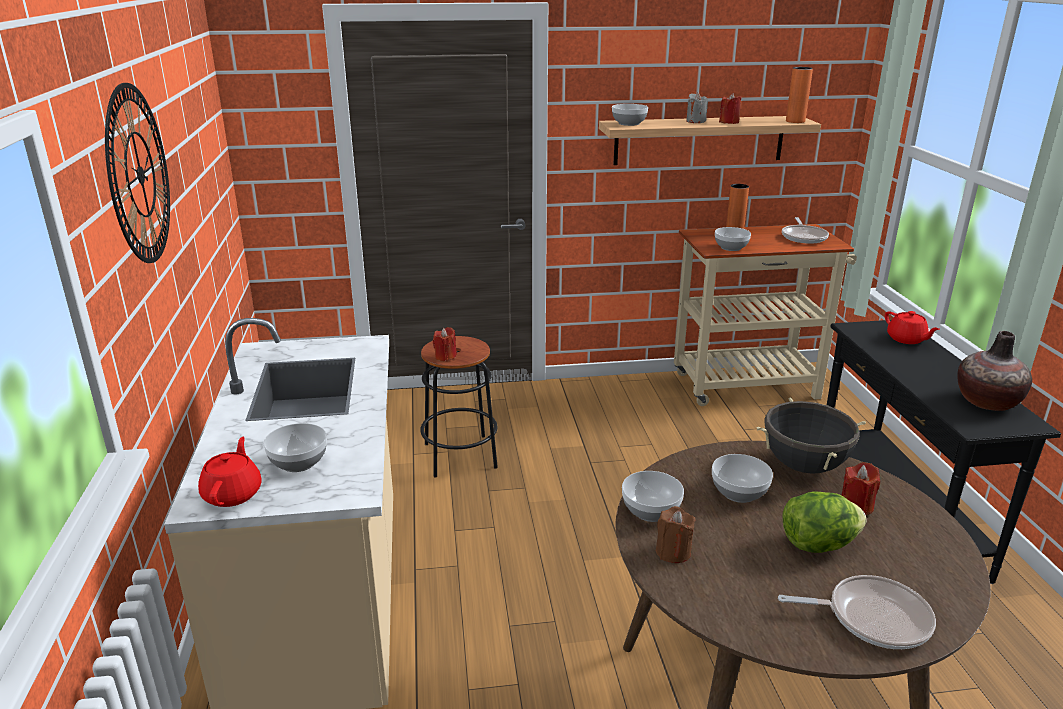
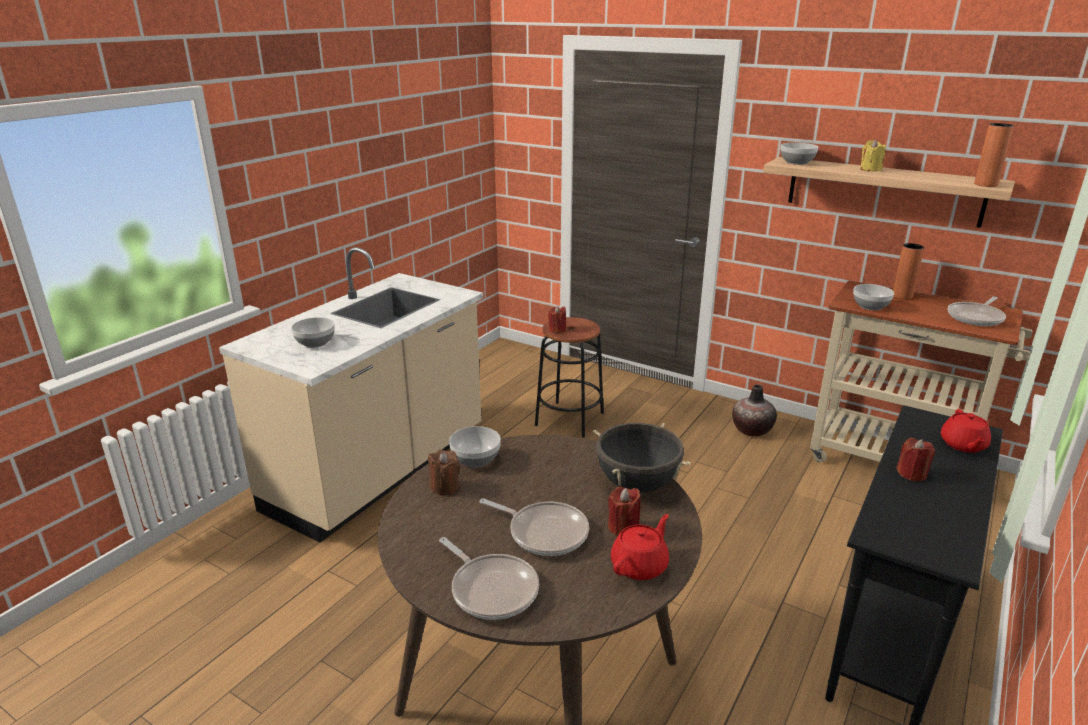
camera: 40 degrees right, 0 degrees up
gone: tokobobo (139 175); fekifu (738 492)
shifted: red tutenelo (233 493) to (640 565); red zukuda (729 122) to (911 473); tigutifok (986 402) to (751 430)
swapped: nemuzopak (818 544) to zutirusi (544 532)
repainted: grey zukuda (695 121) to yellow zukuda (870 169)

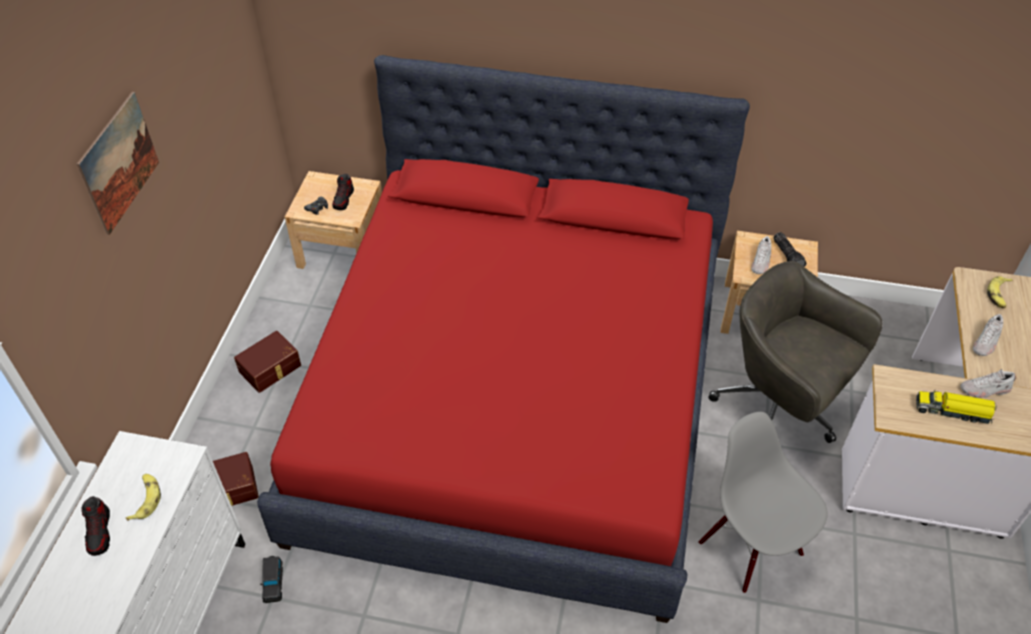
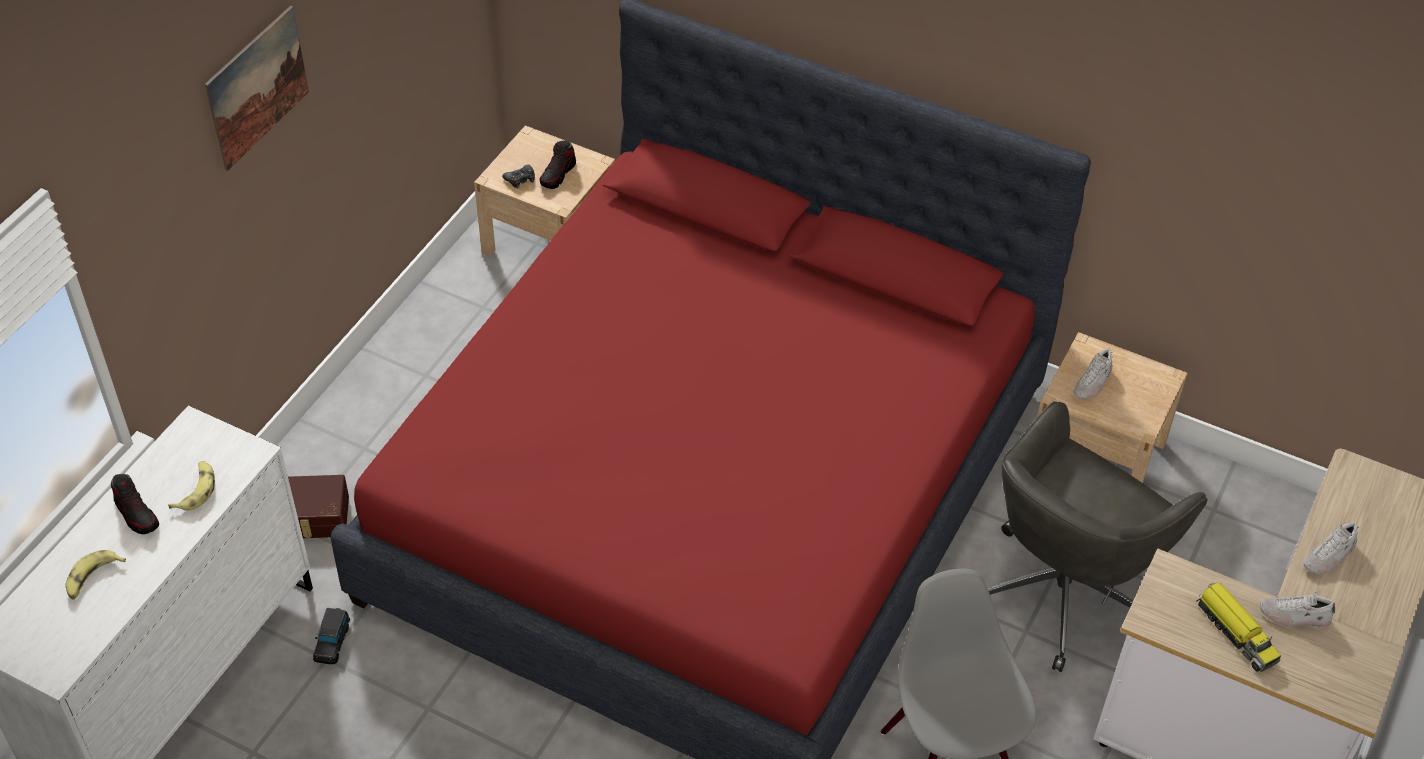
camera: 15 degrees right, 0 degrees up
gone: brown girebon (271 369); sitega (788 256)
shifted: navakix (999 295) to (92 578)
rotated: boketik (100 532) = (136 514) 45 degrees counterclockwise; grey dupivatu (779 408) = (1064 590) 105 degrees counterclockwise; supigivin (953 411) = (1235 632) 150 degrees counterclockwise

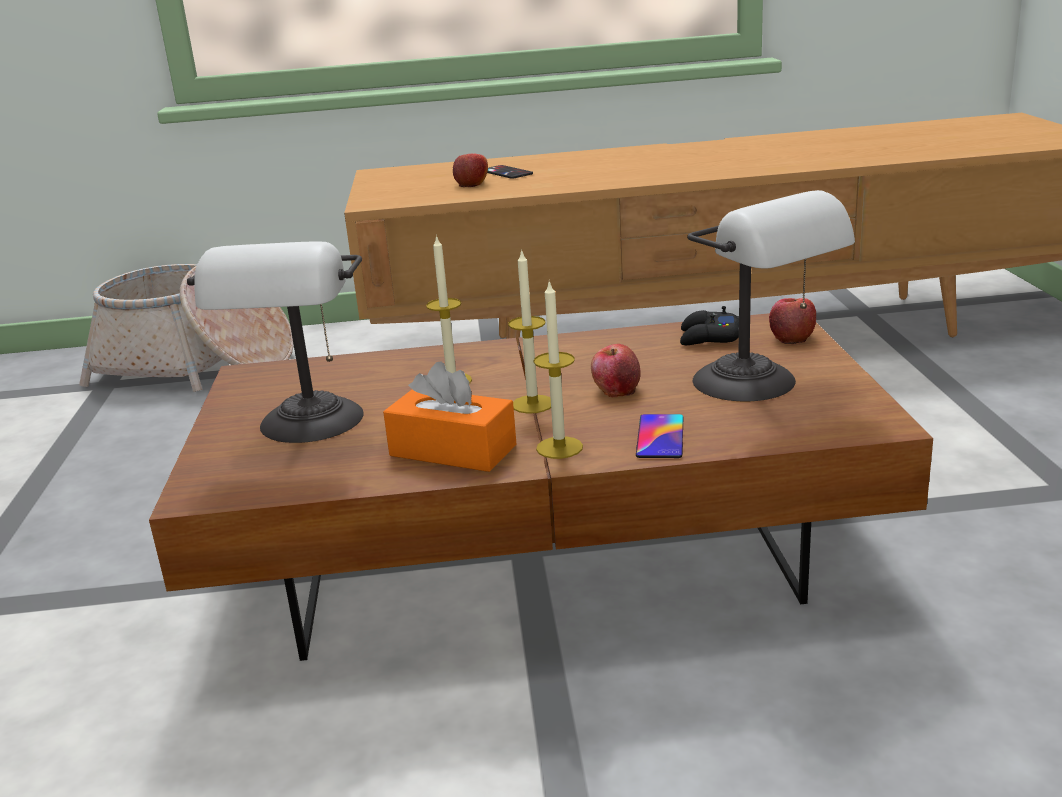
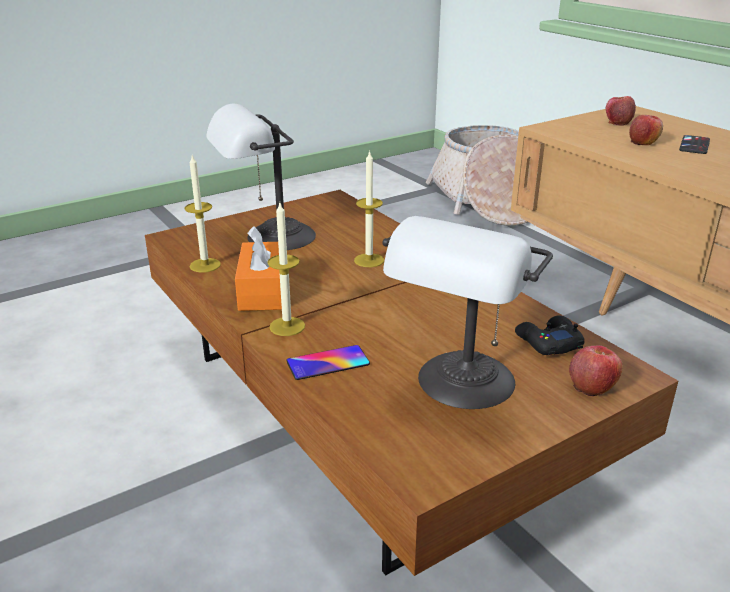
camera: 60 degrees right, 5 degrees up
shifted: zukuda (532 404) to (205 265); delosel (616 390) to (617 122)

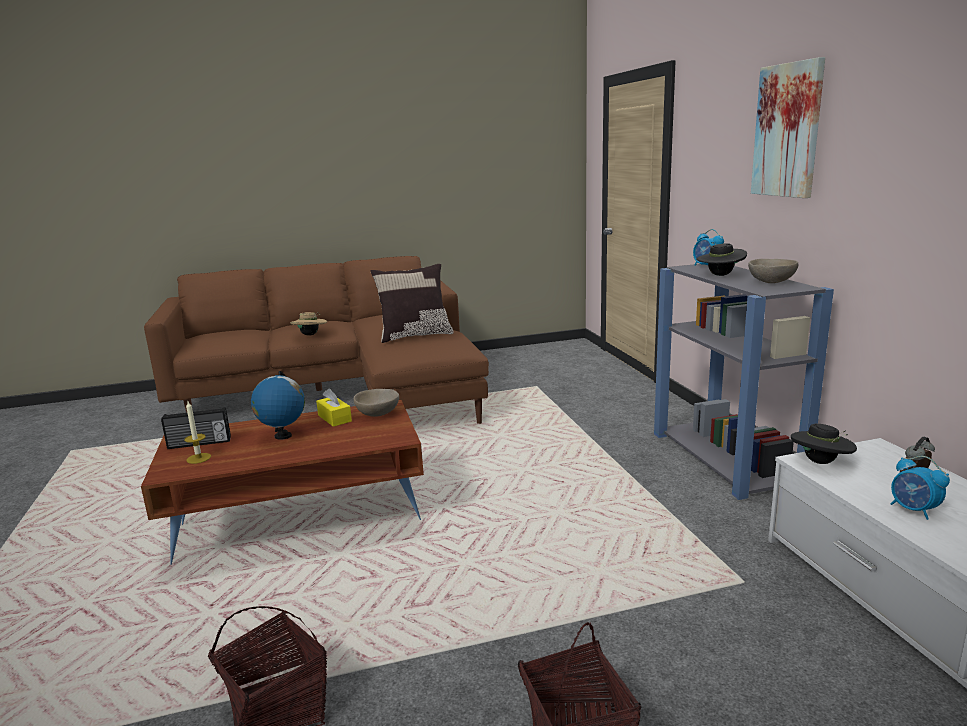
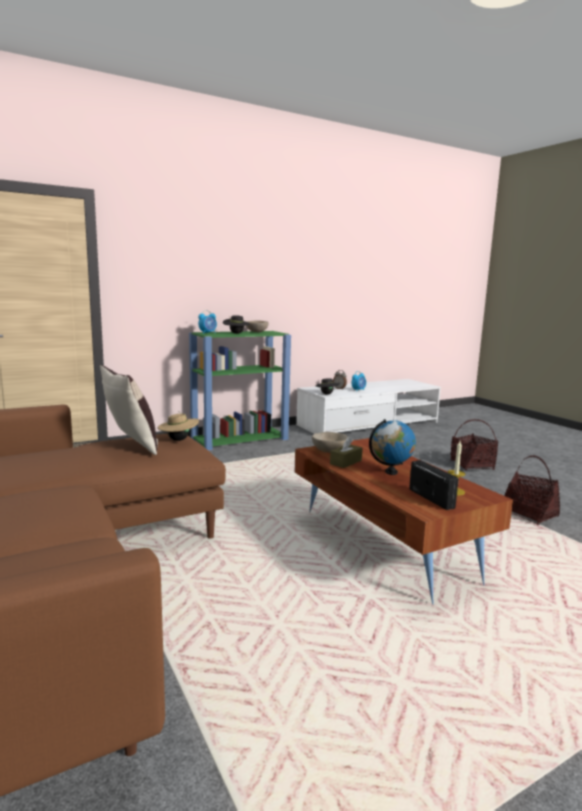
camera: 105 degrees left, 5 degrees down
gone: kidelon (788 130)
shifted: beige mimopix (310 335) to (178 440)
repainted: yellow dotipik (334 418) to brown dotipik (346 462); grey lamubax (725 458) to green lamubax (240 439)

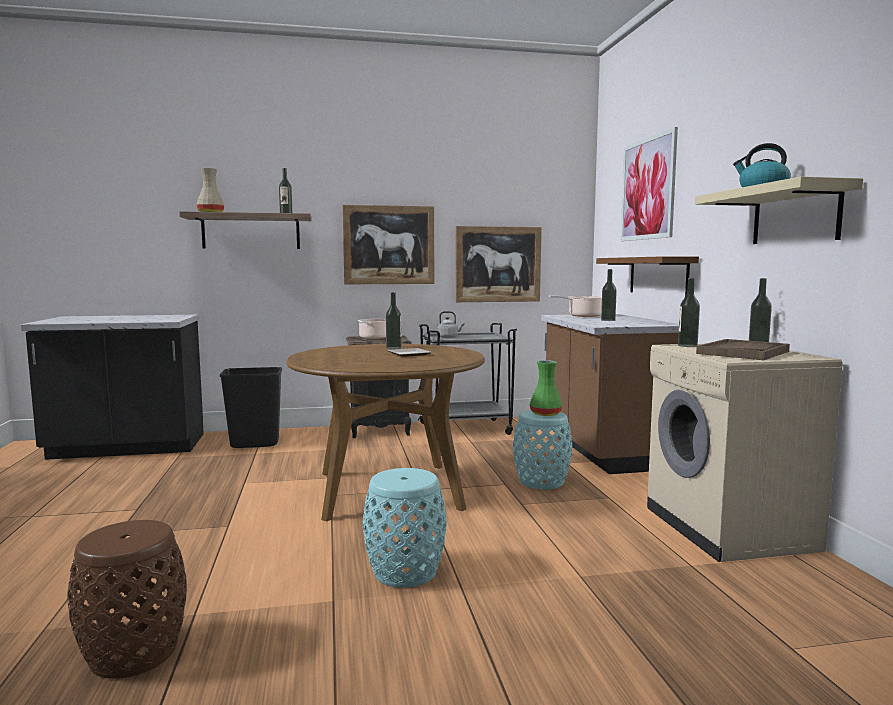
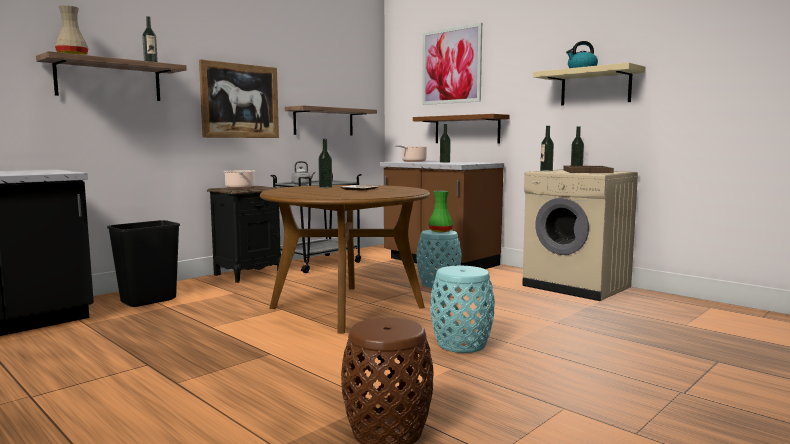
camera: 35 degrees left, 0 degrees up
swapped: kidelon (498 264) to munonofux (324 122)

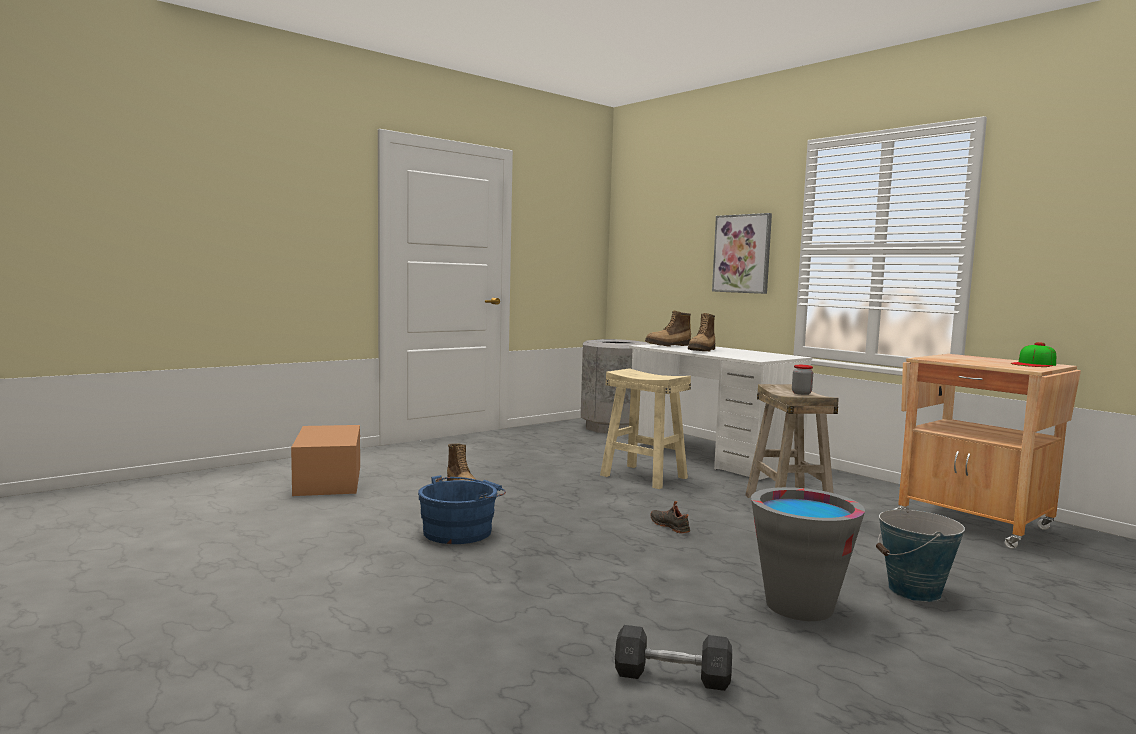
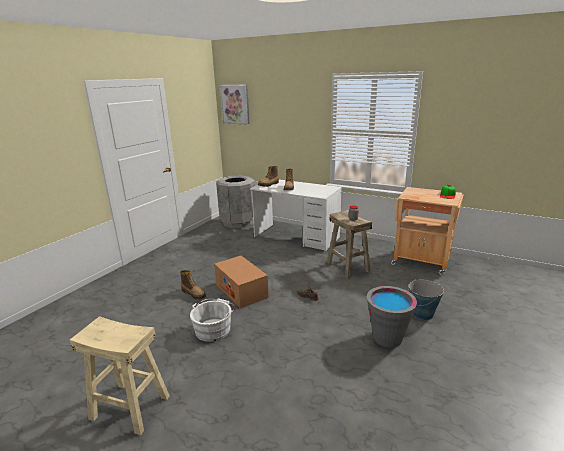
camera: 20 degrees left, 15 degrees up
gone: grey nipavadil (672 677)
shifted: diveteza (328 480) to (241 291); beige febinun (643 476) to (129 407); kidelon (742 253) to (235 104)
repainted: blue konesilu (461 531) to white konesilu (214 329)

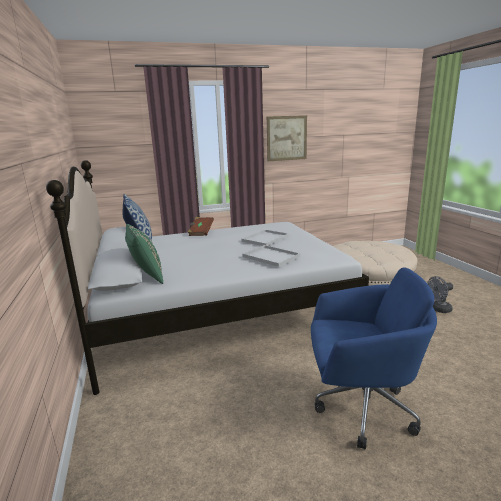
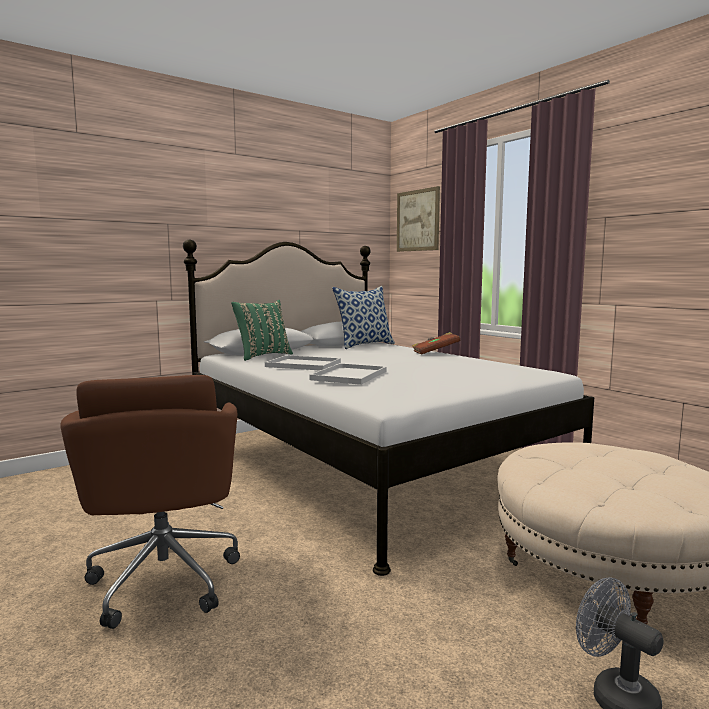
camera: 70 degrees right, 10 degrees down
shifted: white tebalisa (265 238) to (305 364); kidelon (286 138) to (418 220)
repainted: blue dupivatu (360 411) to brown dupivatu (164 578)

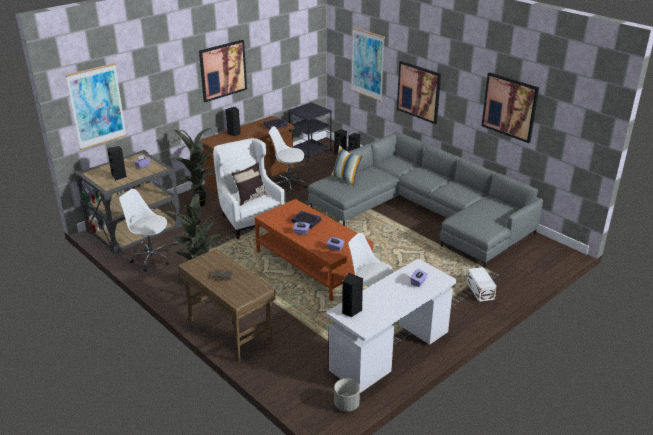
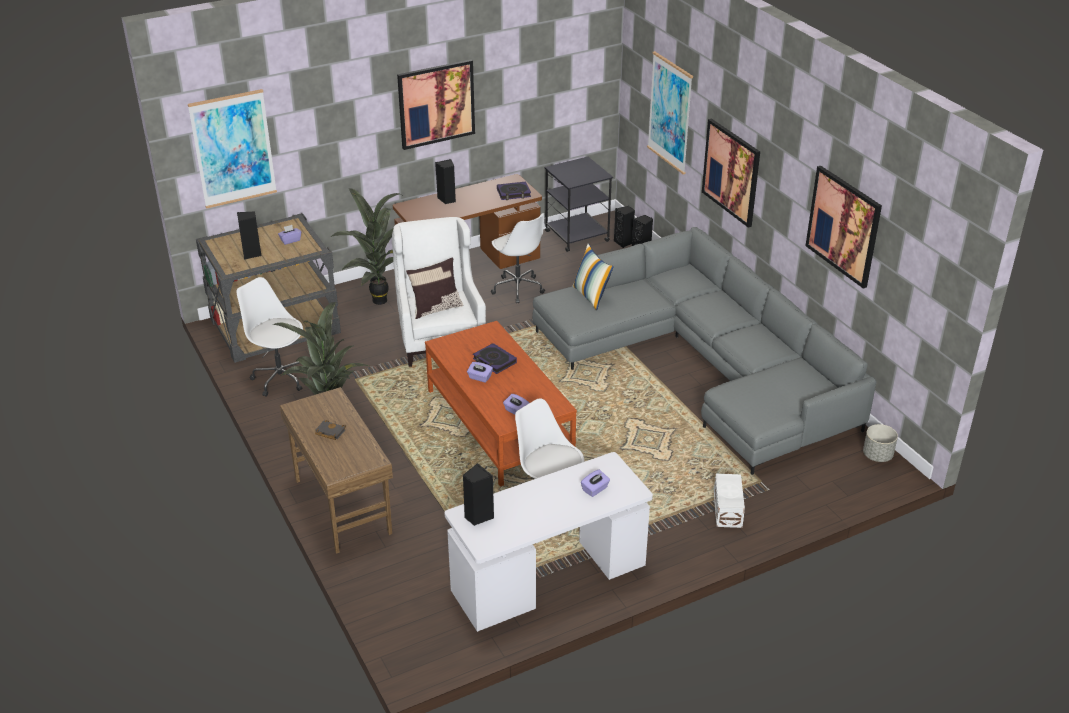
camera: 15 degrees right, 5 degrees up
shifted: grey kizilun (347 405) to (877 455)
rotated: white dupivatu (288 186) = (519 289) 150 degrees counterclockwise

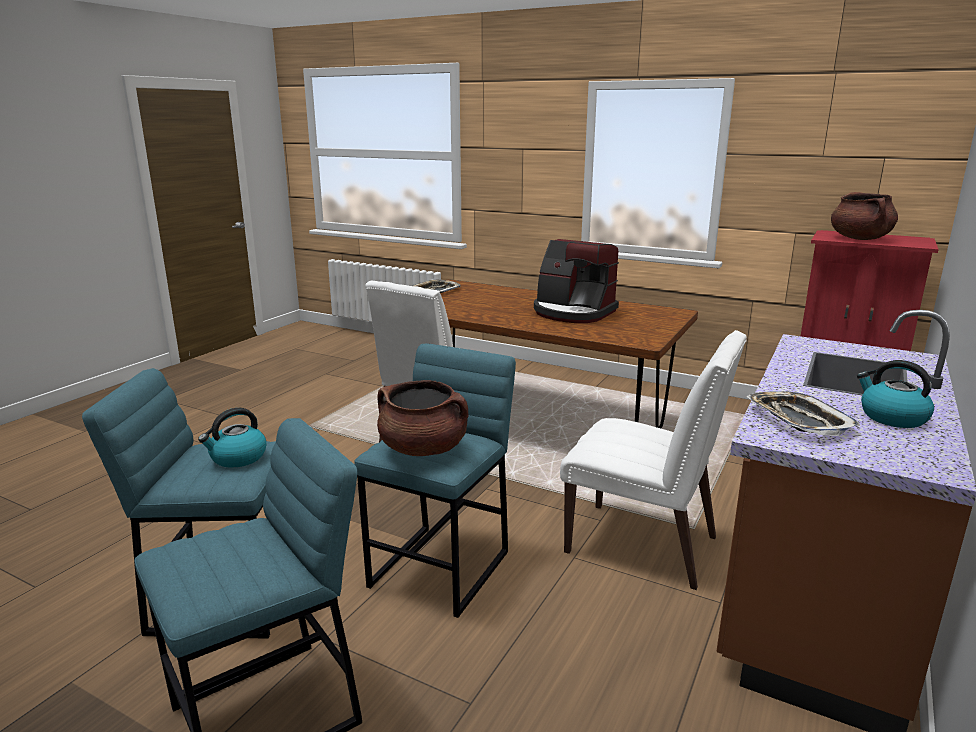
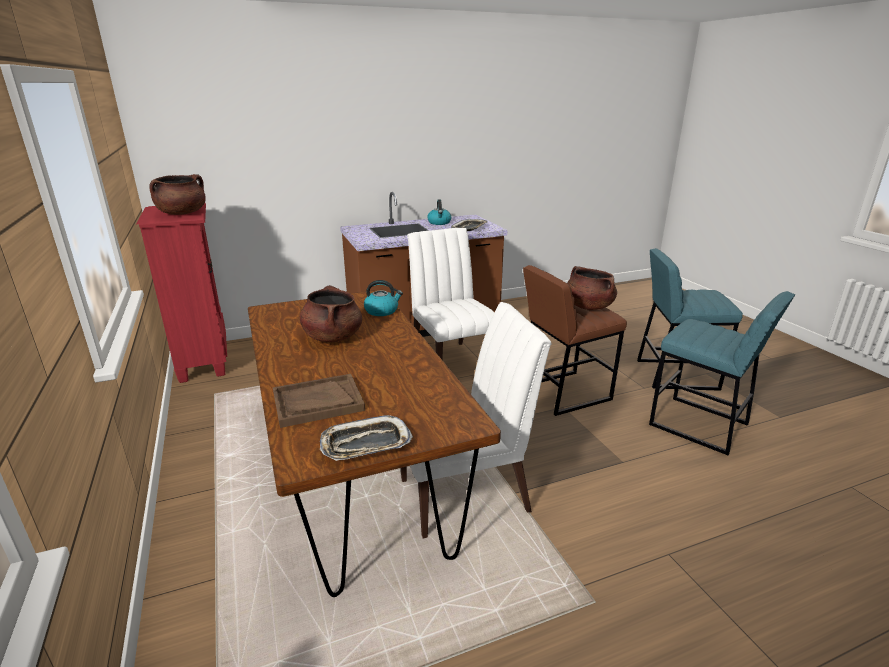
camera: 140 degrees left, 5 degrees up
new: brown tebalisa (318 402)
shifted: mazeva (237 458) to (382 311)
swapped: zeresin (573 312) to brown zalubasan (333 337)
repainted: blue febinun (441 566) to brown febinun (563 393)

